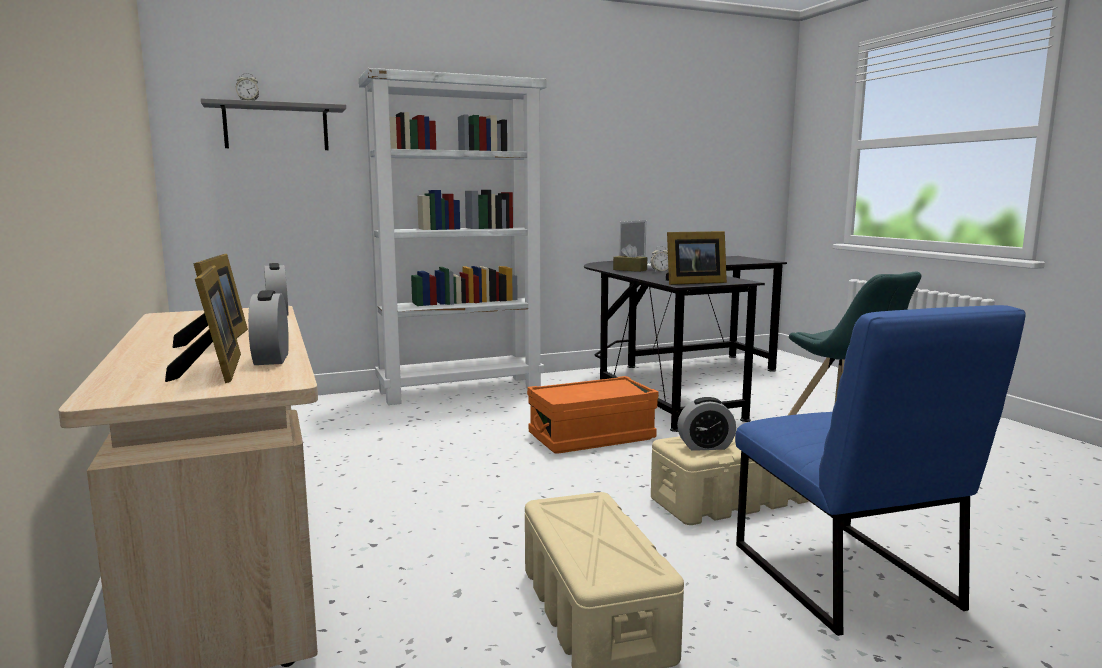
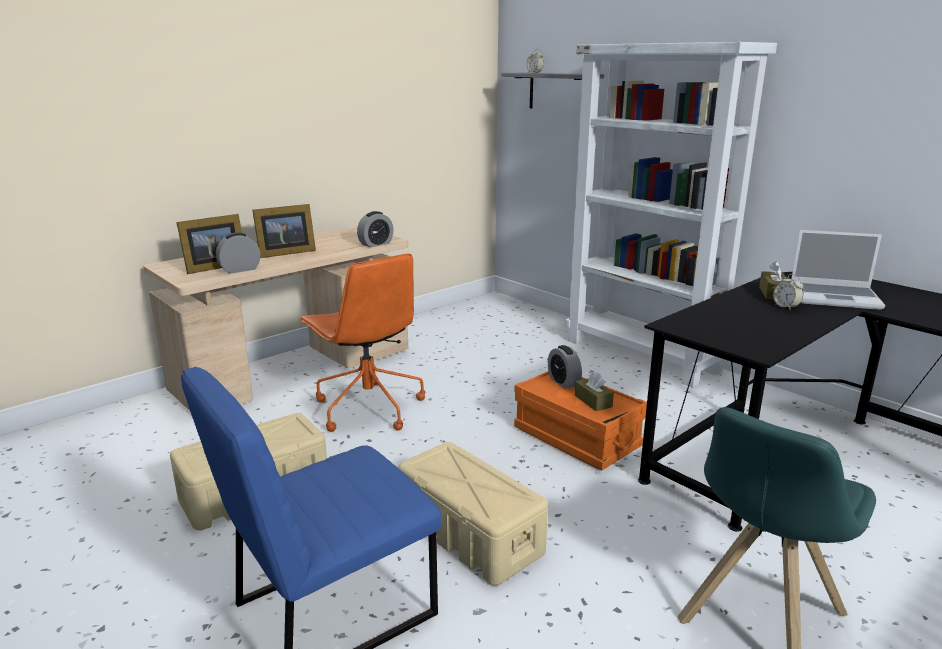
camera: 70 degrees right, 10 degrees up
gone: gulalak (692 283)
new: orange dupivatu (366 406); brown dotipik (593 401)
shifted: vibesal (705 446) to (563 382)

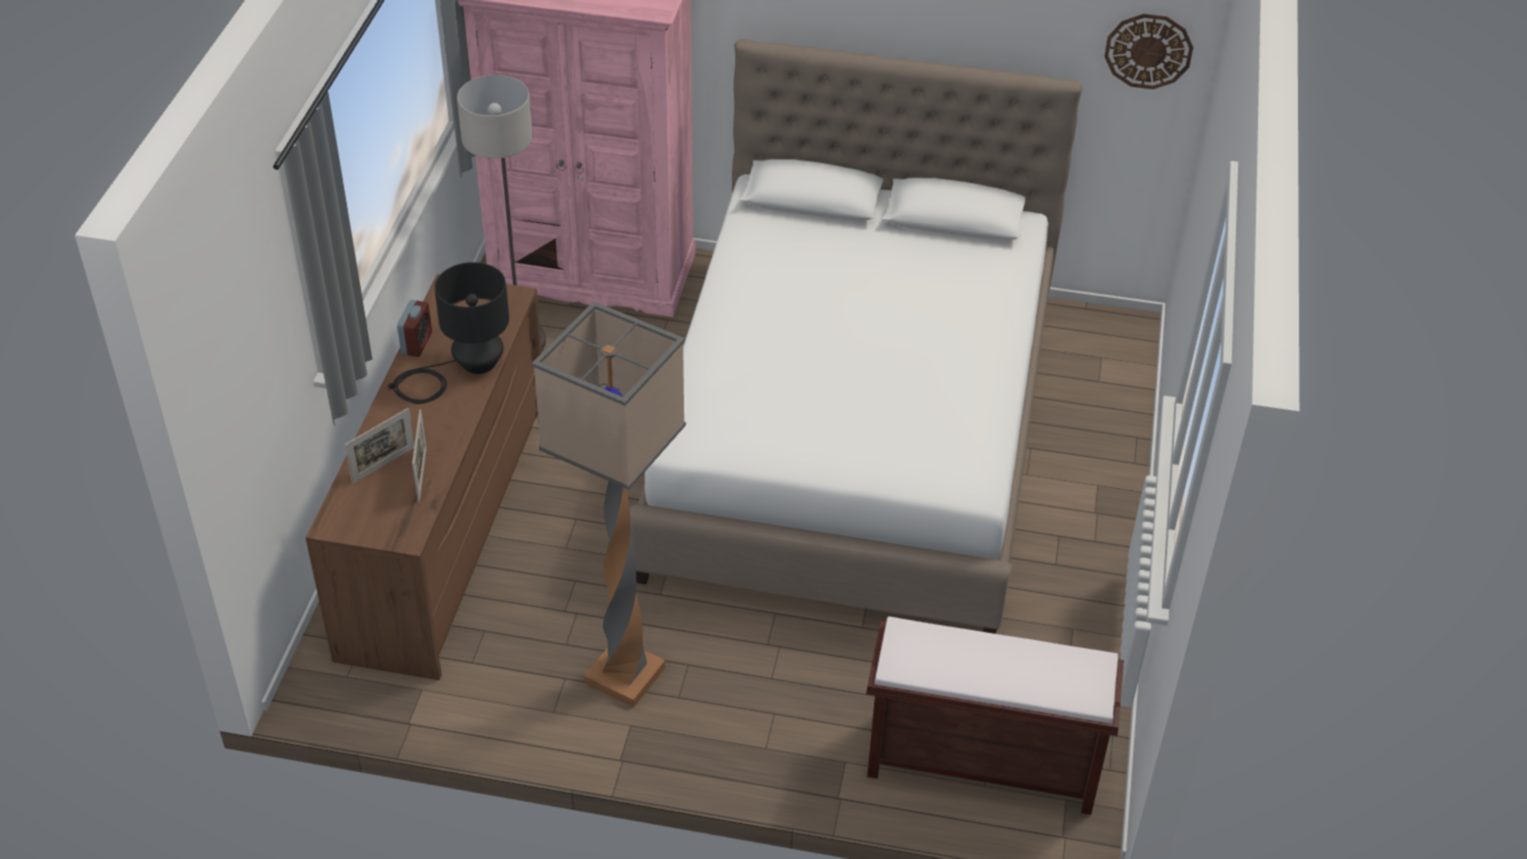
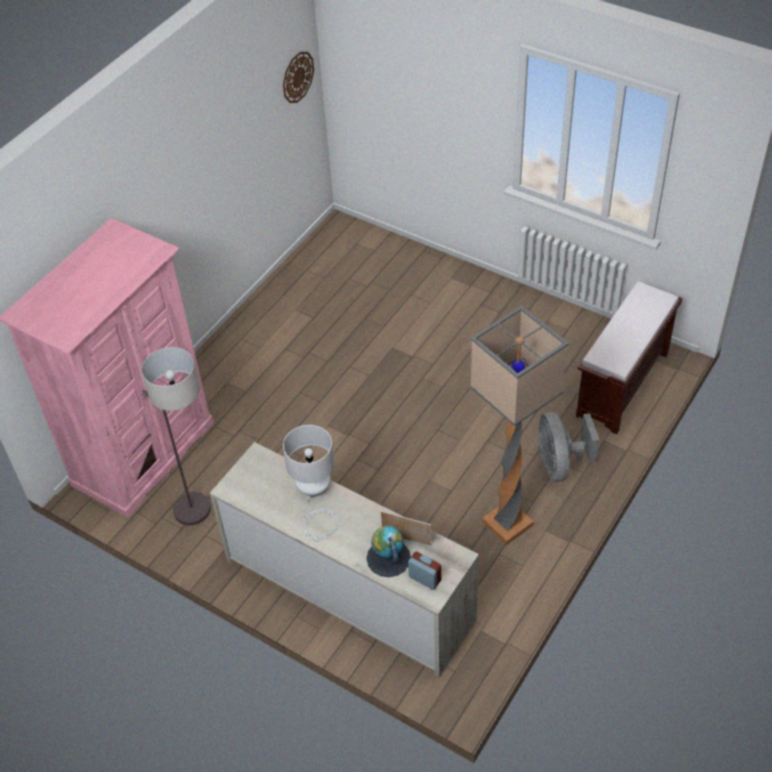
camera: 65 degrees left, 5 degrees up
gone: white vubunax (855 433)
new: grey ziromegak (559 464)
shifted: vibesal (417 343) to (425 578)
swapped: gulalak (383 465) to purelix (388 558)
repainted: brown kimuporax (445 528) to white kimuporax (347 590); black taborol (456 372) to white taborol (316 501)

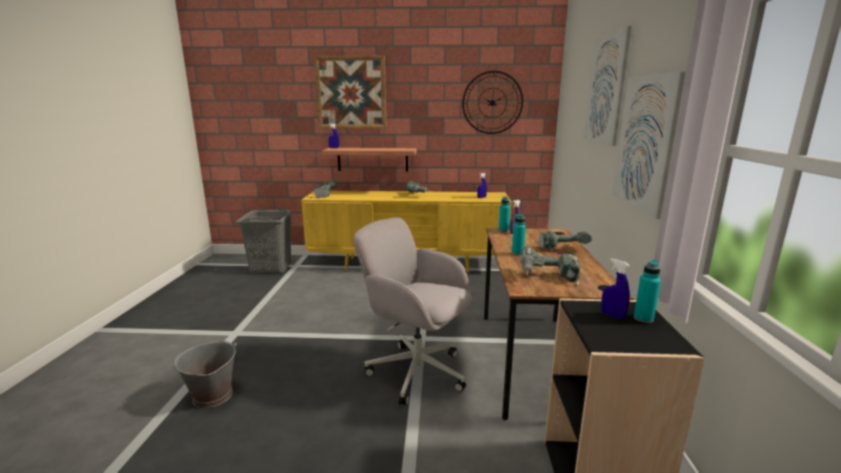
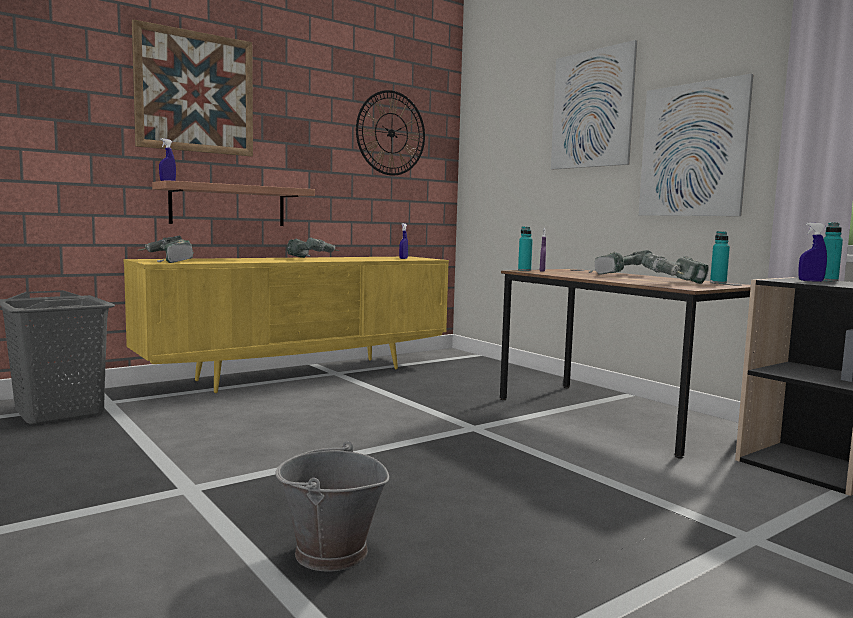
camera: 40 degrees left, 10 degrees down
gone: grey dupivatu (416 372)
shifted: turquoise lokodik (517 253) to (718 283)

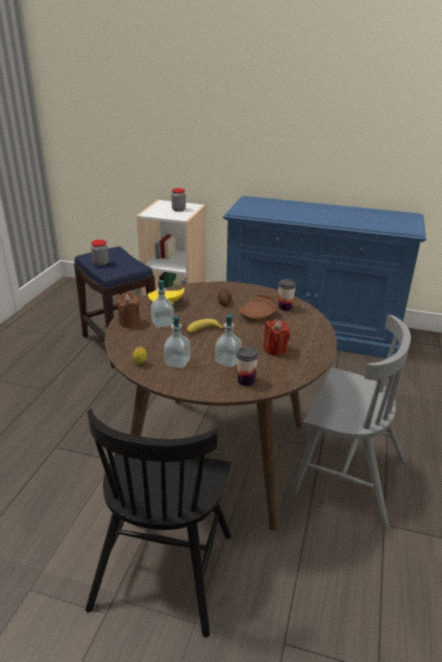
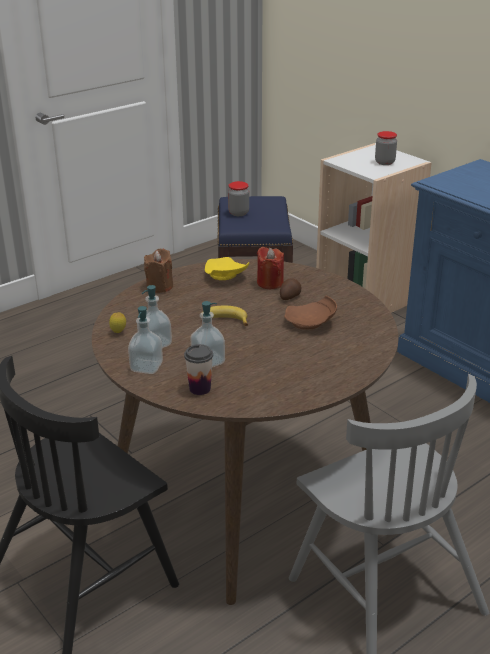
camera: 35 degrees right, 0 degrees up
gone: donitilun (285 307)
shifted: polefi (162 323) to (146 367); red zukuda (275 349) to (270 283)

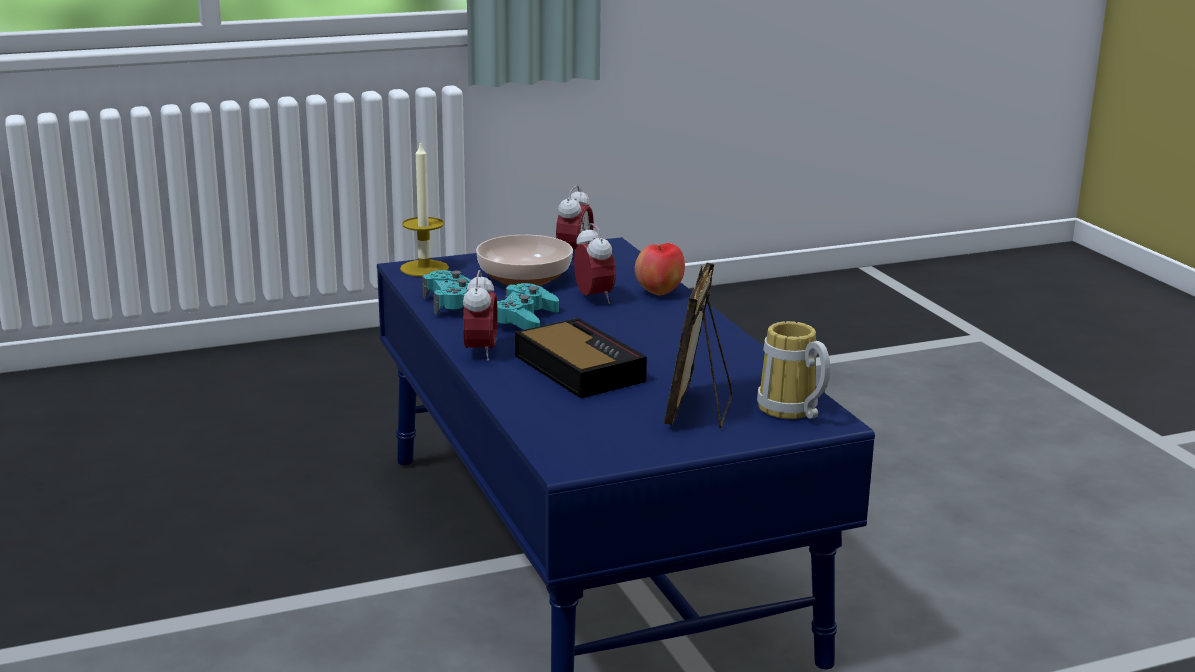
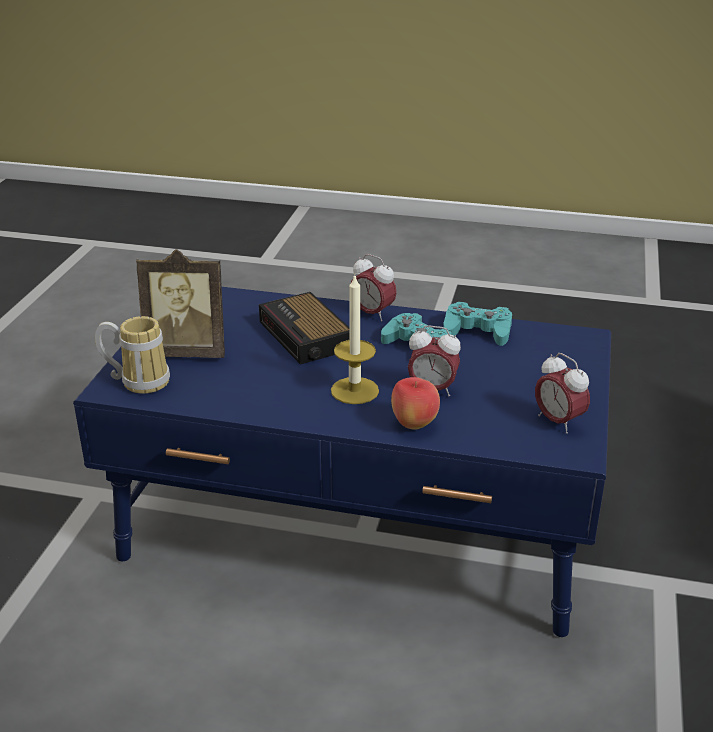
camera: 125 degrees right, 10 degrees up
gone: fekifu (525 278)
shifted: zukuda (424 268) to (354 390)
rotated: vibesal (577 367) = (306 336) 60 degrees clockwise; gulalak (699 411) = (188 351) 135 degrees clockwise

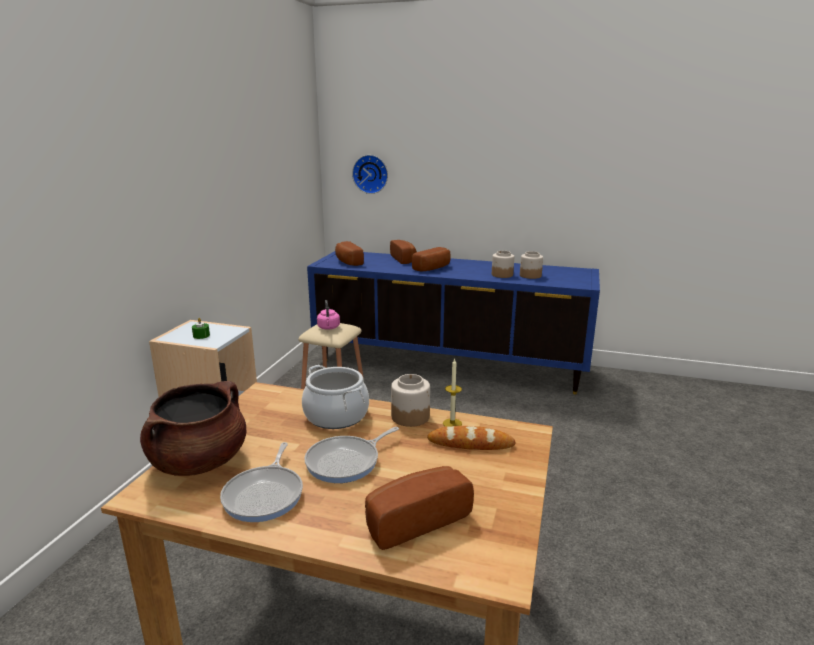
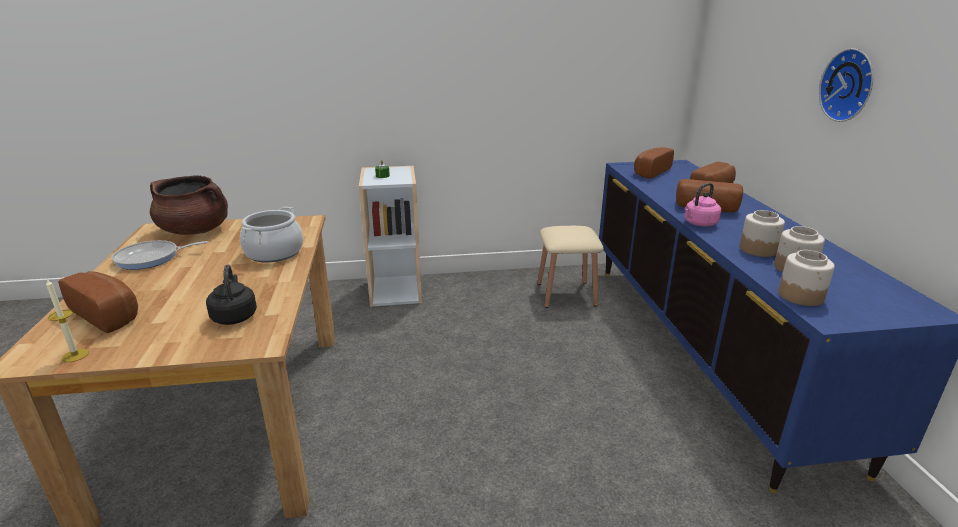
camera: 65 degrees right, 5 degrees up
gone: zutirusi (346 462)
shifted: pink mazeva (328 328) to (699 224); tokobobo (371 174) to (850 85); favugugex (410 416) to (801 296); zukuda (452 423) to (75 355)
swapped: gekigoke (470 443) to black mazeva (234 316)

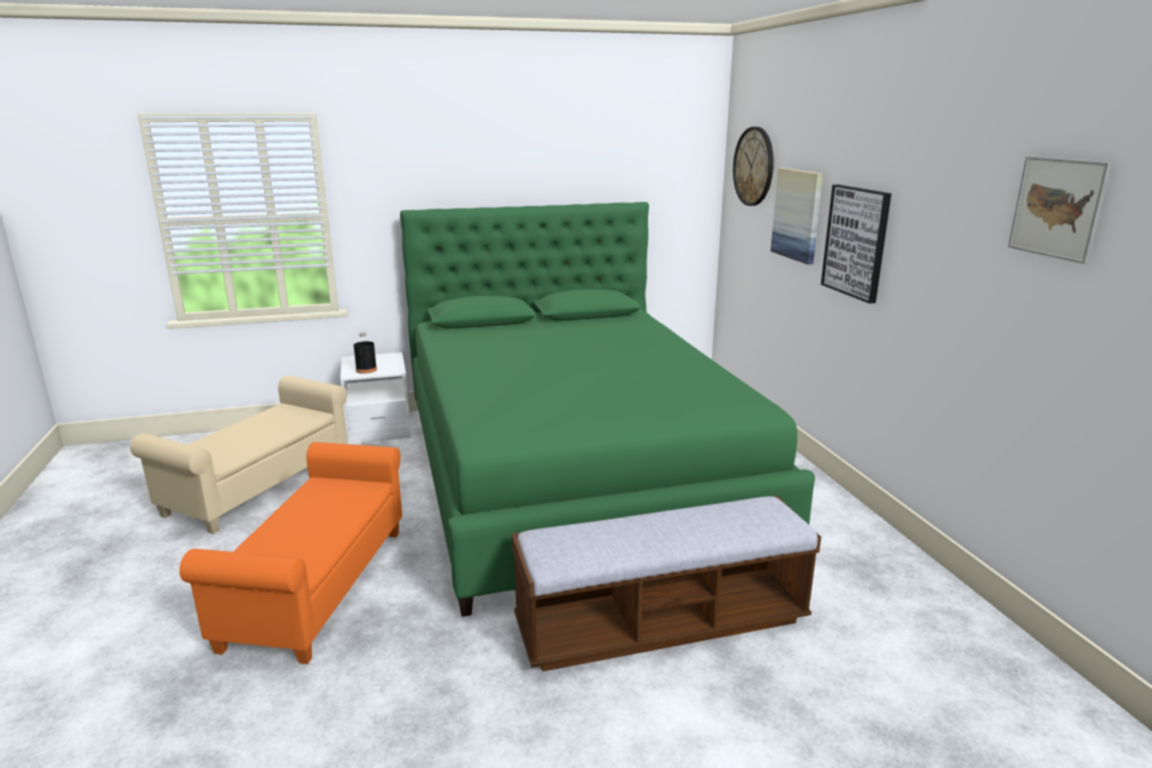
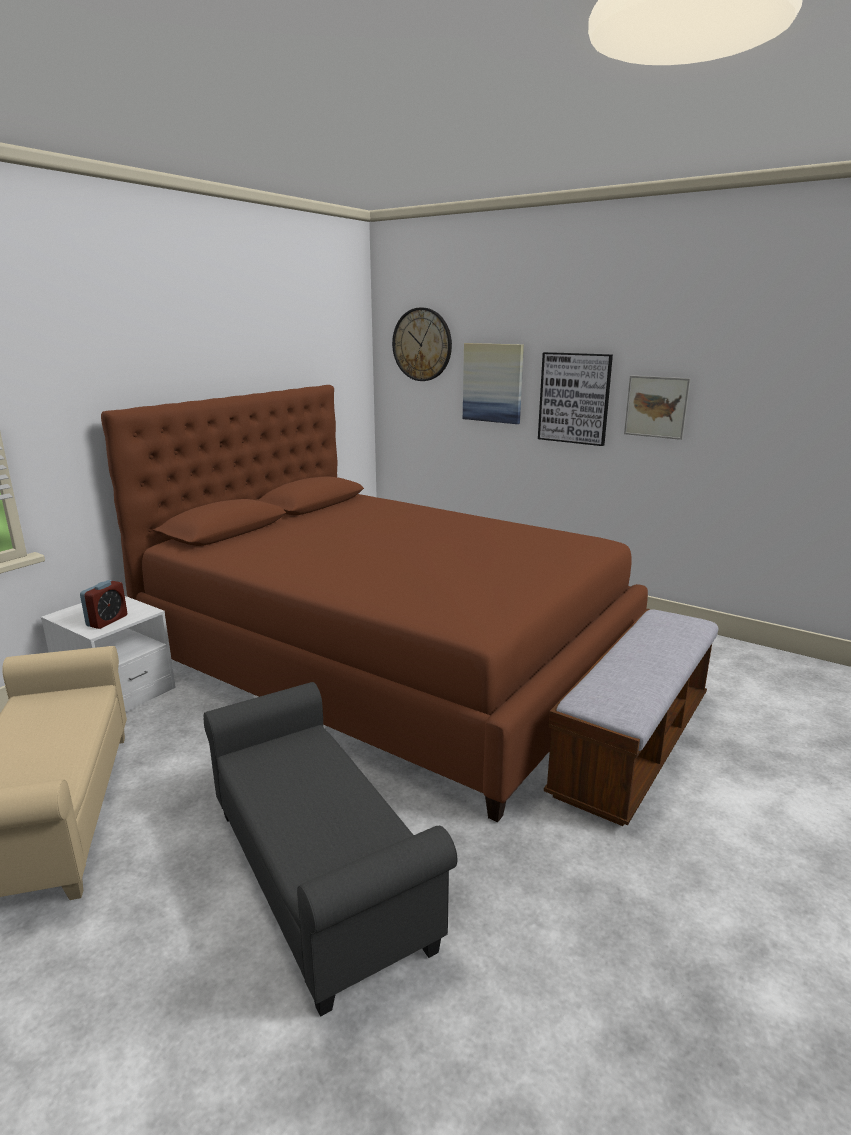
camera: 40 degrees left, 0 degrees up
shifted: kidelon (1057 208) to (656 407)
swapped: black lokodik (366 370) to vibesal (107 621)
repainted: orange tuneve (317 586) to grey tuneve (319 876); green vubunax (573 472) to brown vubunax (388 660)

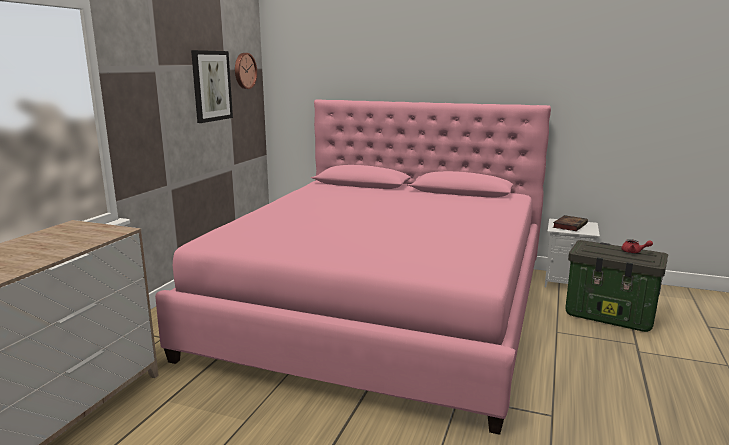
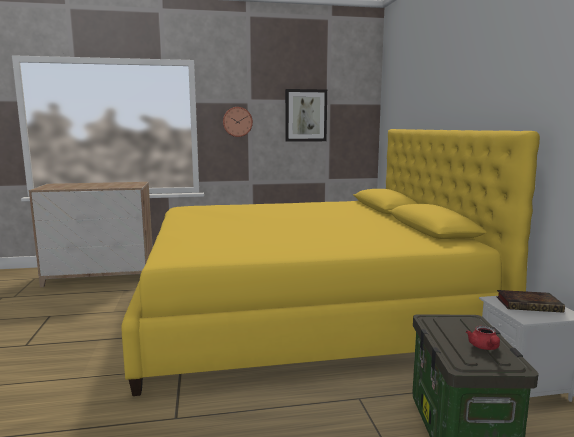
camera: 60 degrees right, 5 degrees down
shifted: tokobobo (244 71) to (237 122)
repainted: pink vubunax (382 308) to yellow vubunax (303 310)

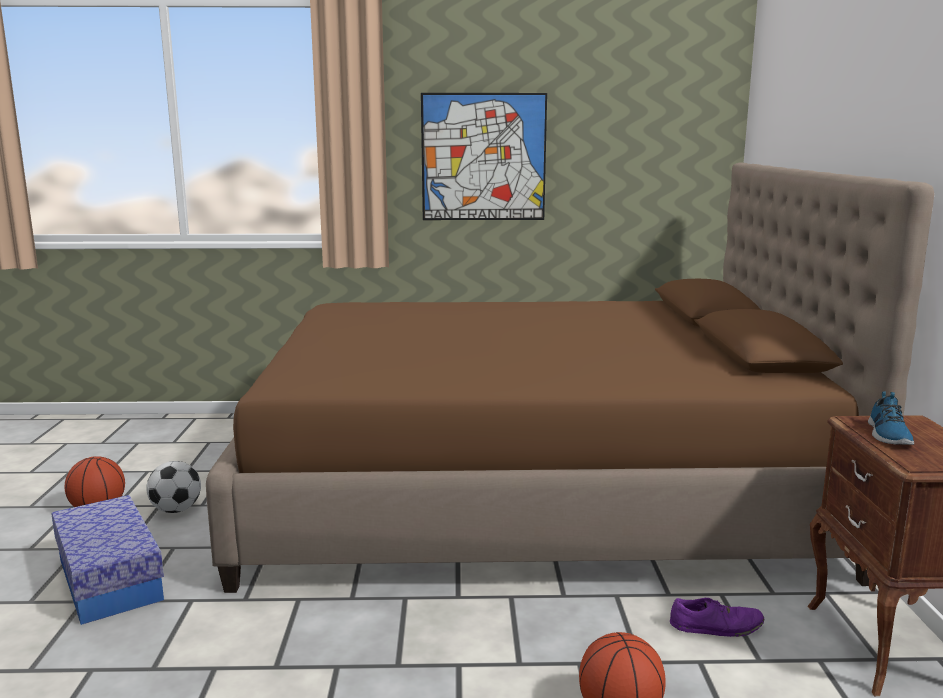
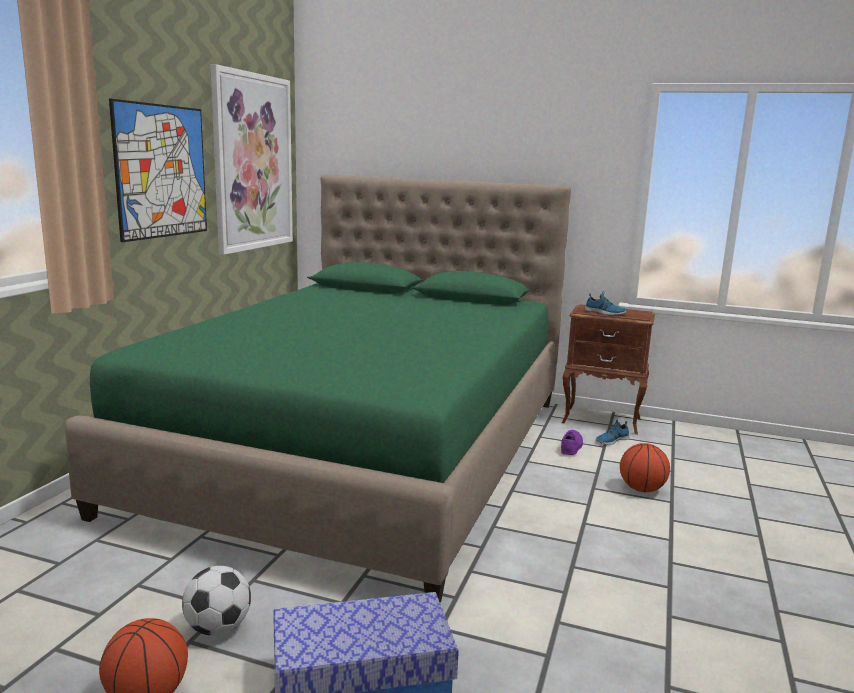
camera: 70 degrees left, 0 degrees up
new: kidelon (253 162); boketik (611 440)
repainted: brown vubunax (532 491) to green vubunax (365 450)

